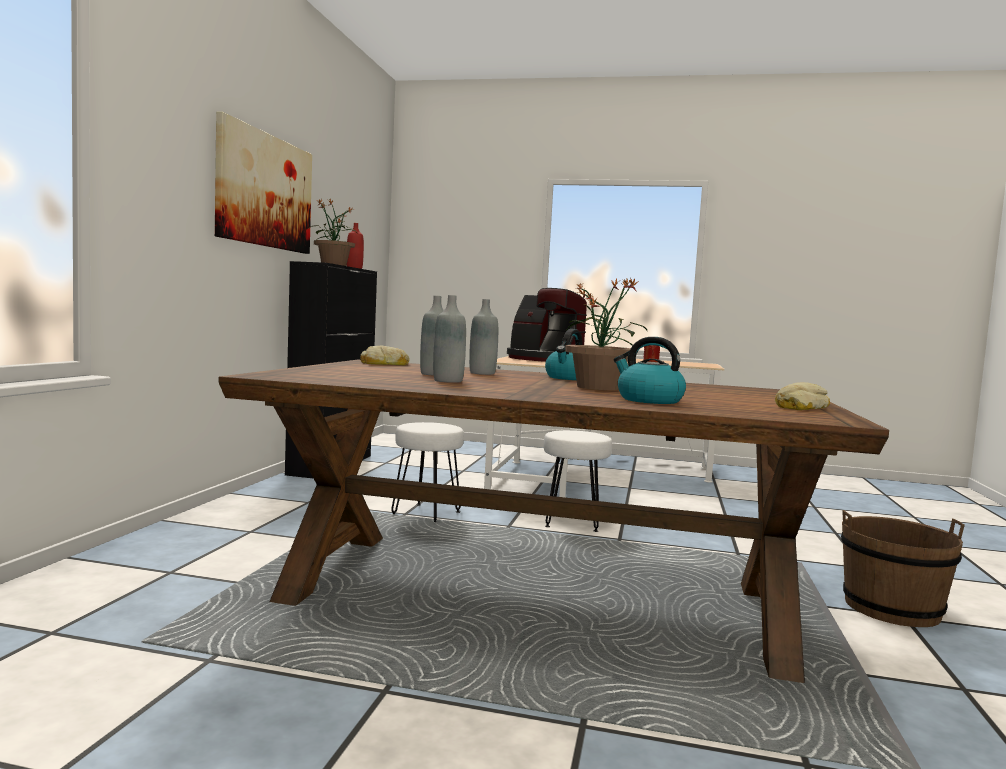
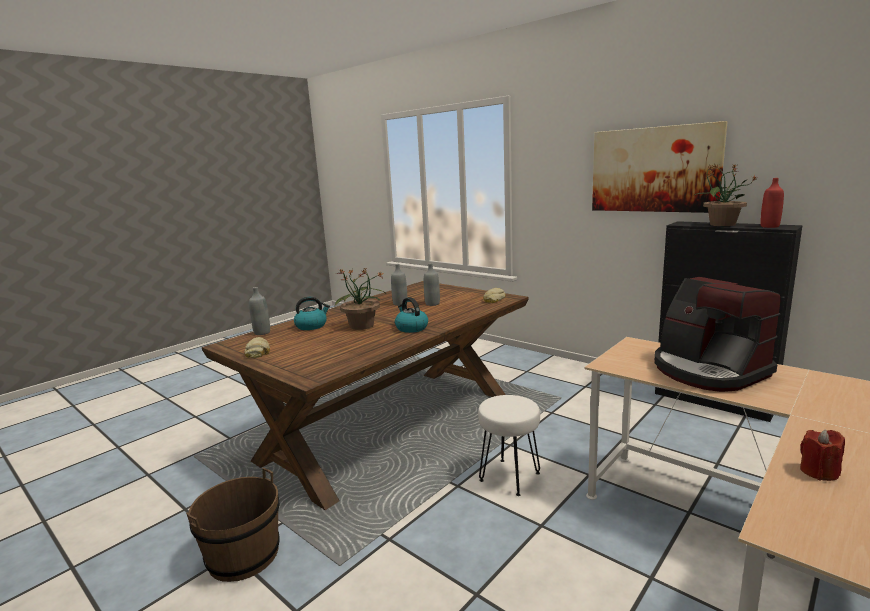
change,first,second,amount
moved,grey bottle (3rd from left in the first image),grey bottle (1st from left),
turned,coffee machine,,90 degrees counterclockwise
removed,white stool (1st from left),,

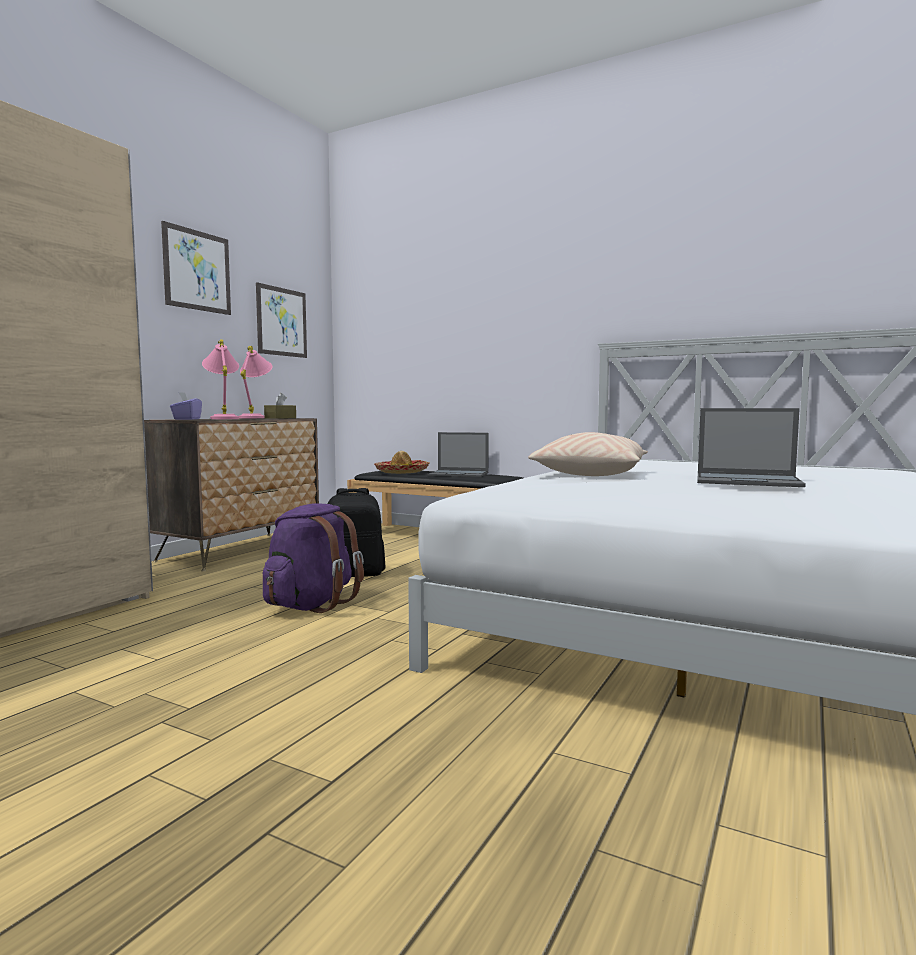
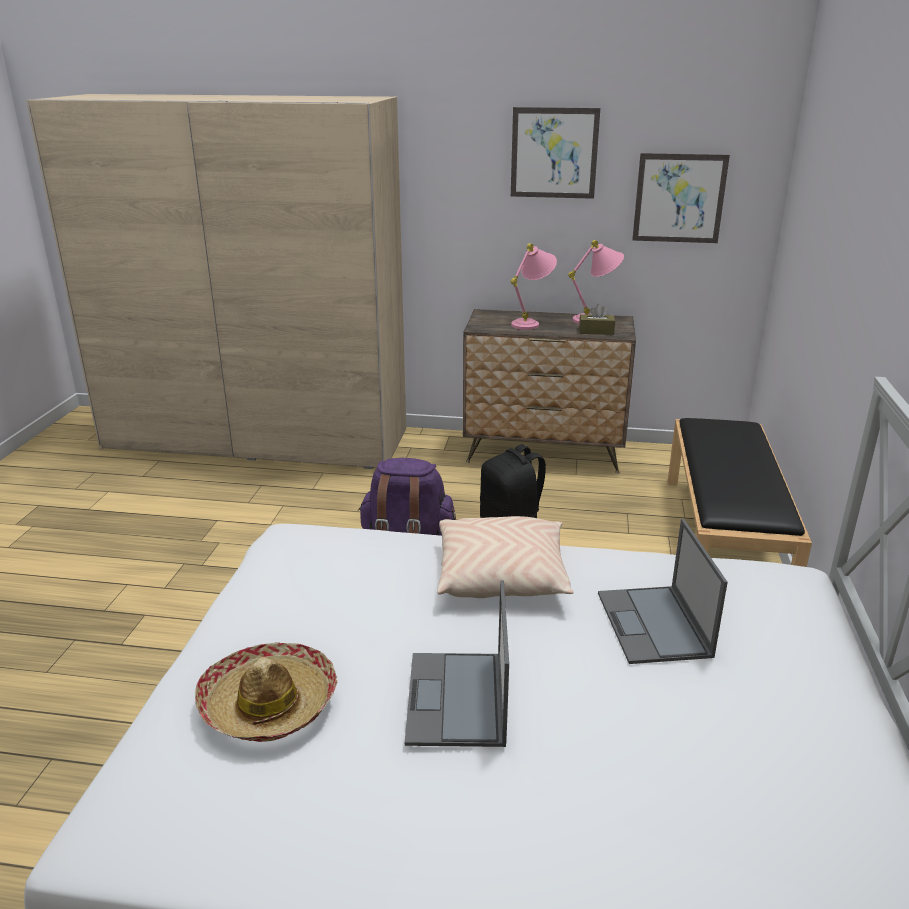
change,first,second,amount
moved,hat,,
moved,laptop (1st from left in the first image),laptop (2nd from left),
removed,purple tissue box,,

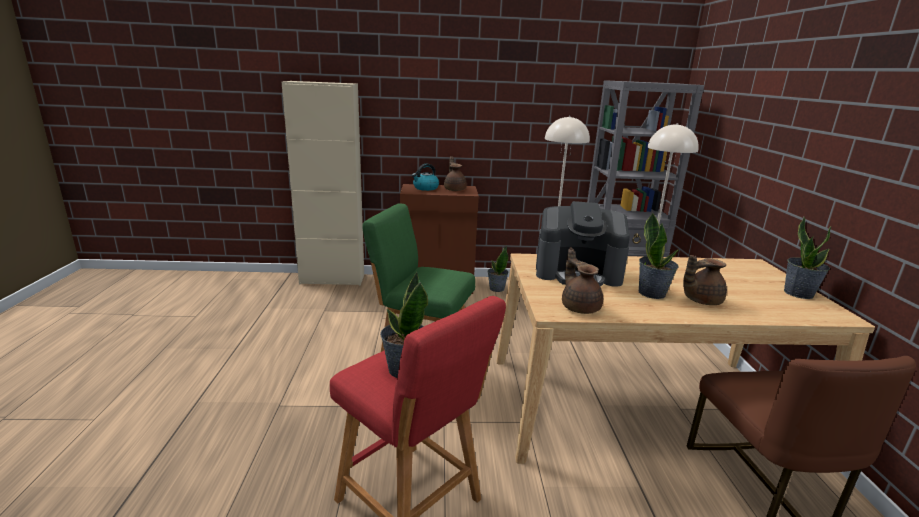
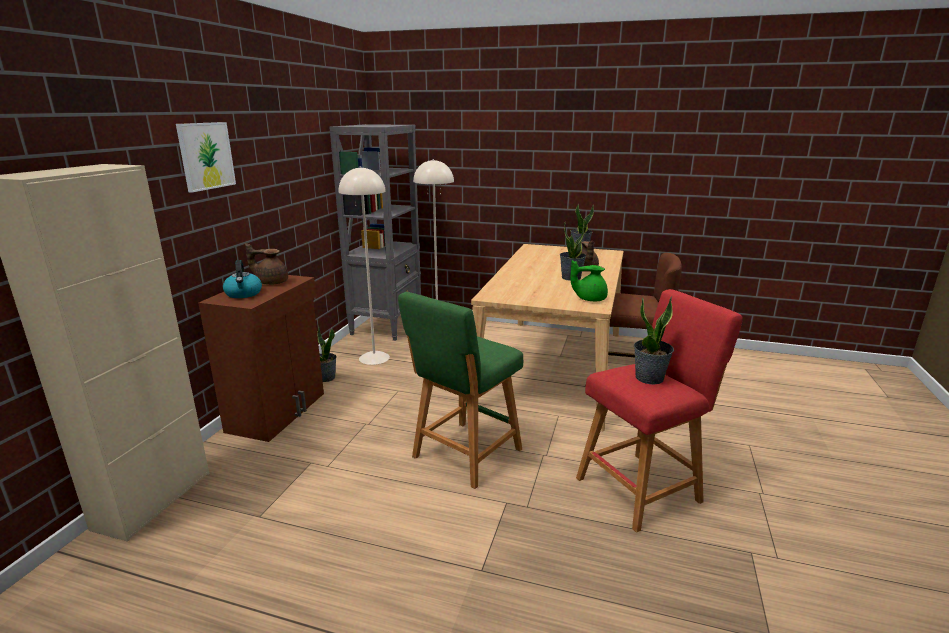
change,first,second,amount
added,,picture,
recoloured,brown teapot (2nd from left),green teapot,
removed,coffee machine,,

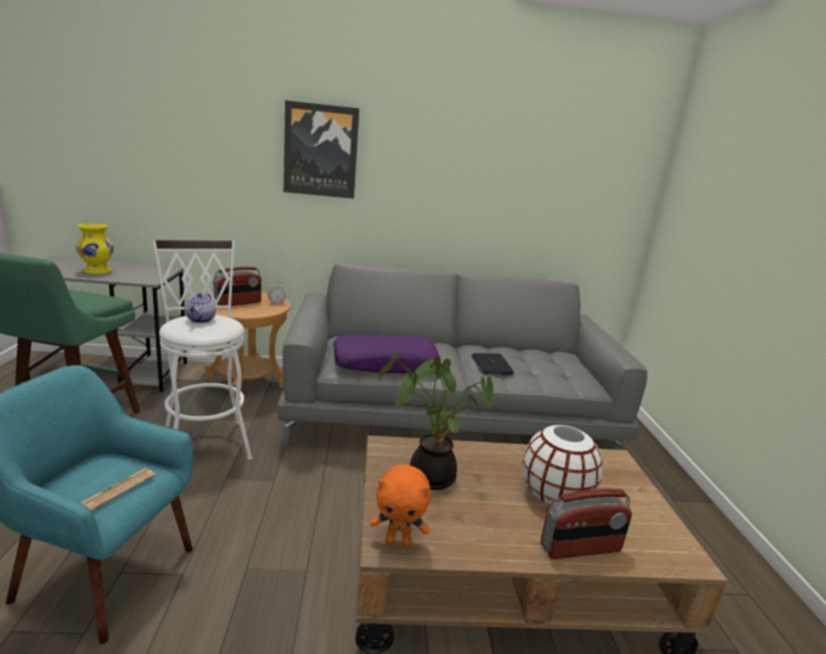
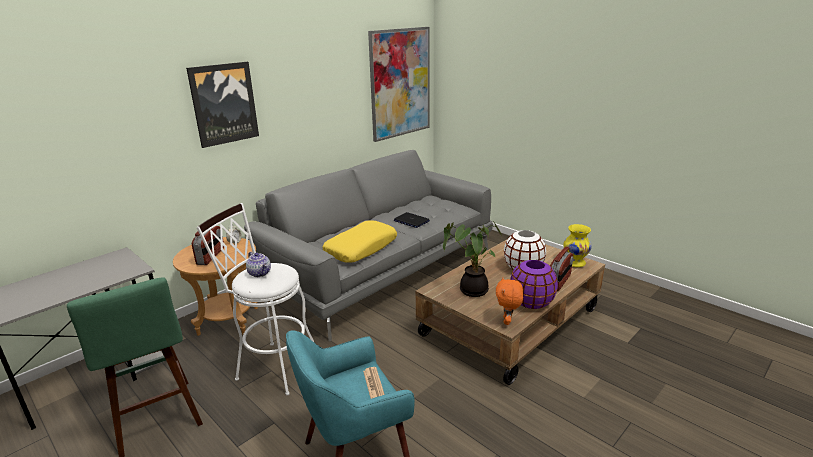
change,first,second,amount
recoloured,purple pillow,yellow pillow,
added,,picture (2nd from left),
turned,orange plush toy,,135 degrees clockwise
added,,purple vase,
moved,yellow vase,,

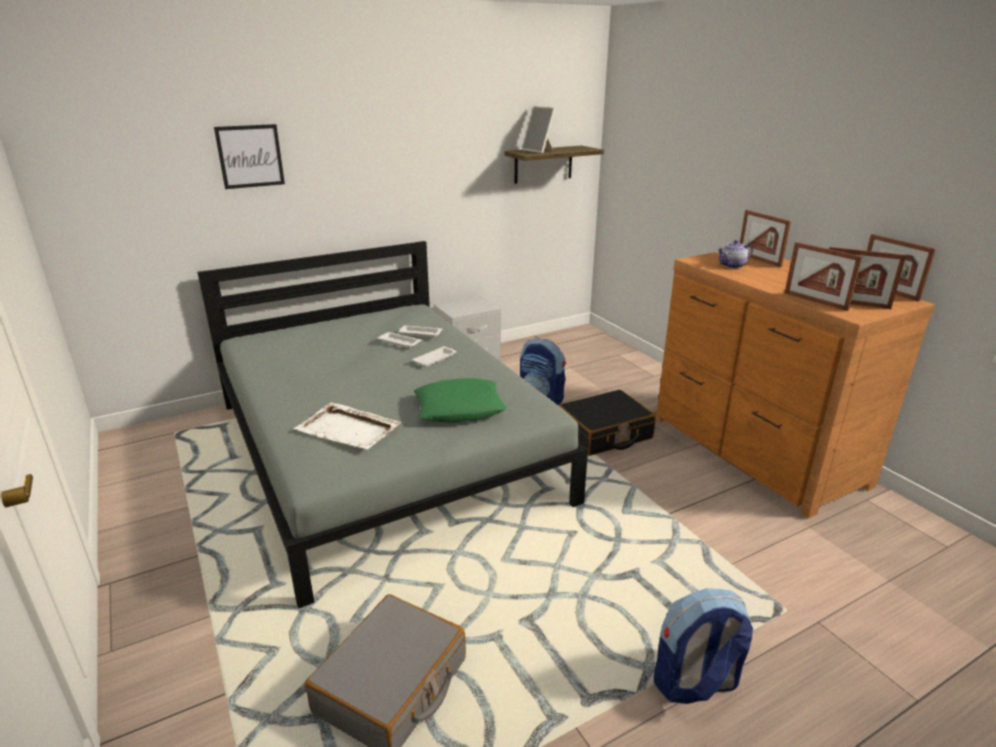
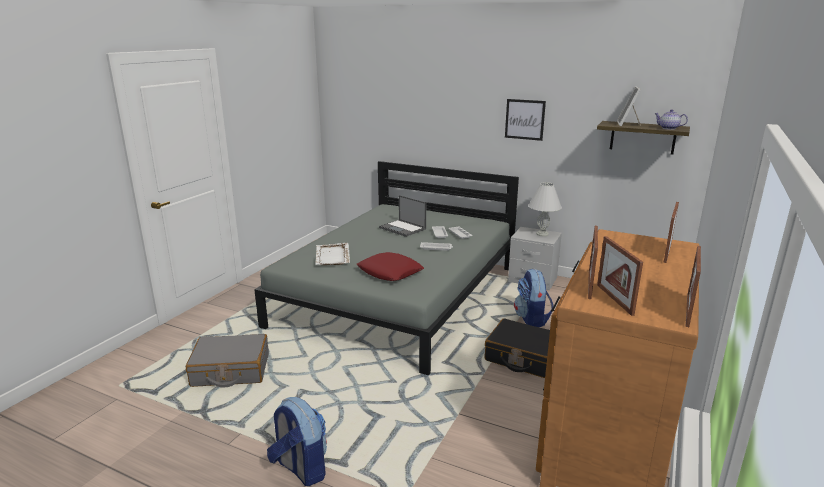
change,first,second,amount
recoloured,green pillow,red pillow,
added,,laptop,
moved,picture,,
added,,white table lamp,
moved,teapot,,

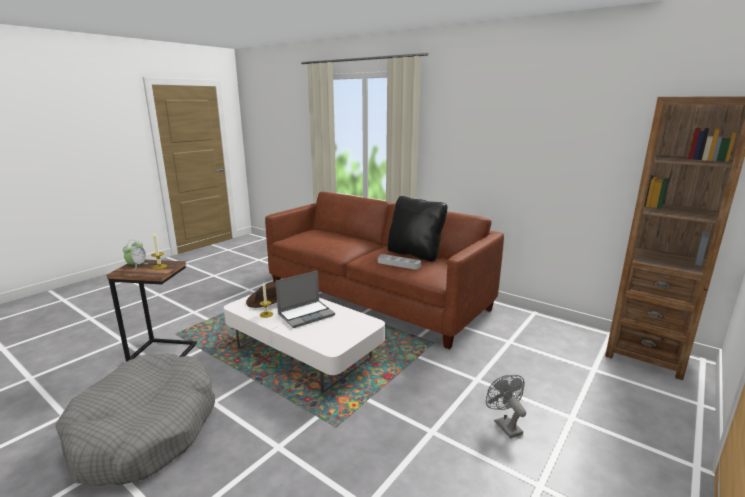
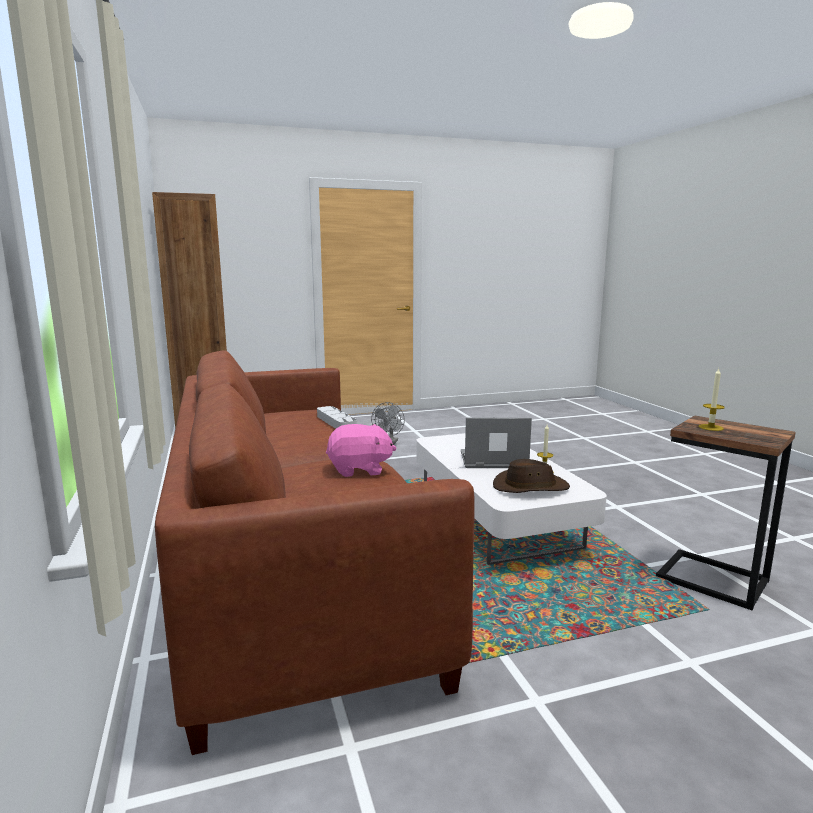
change,first,second,amount
added,,pink plush toy,
removed,grey dog bed,,
removed,alarm clock,,
removed,black pillow,,

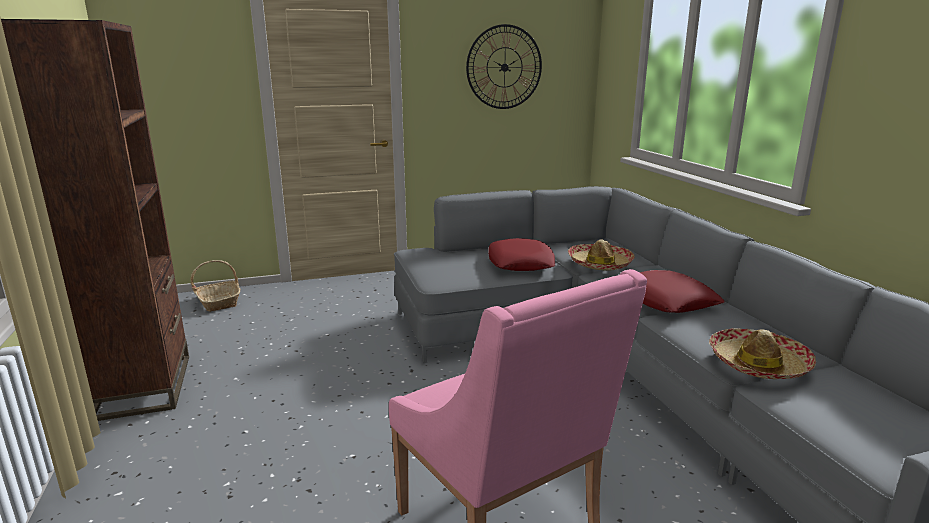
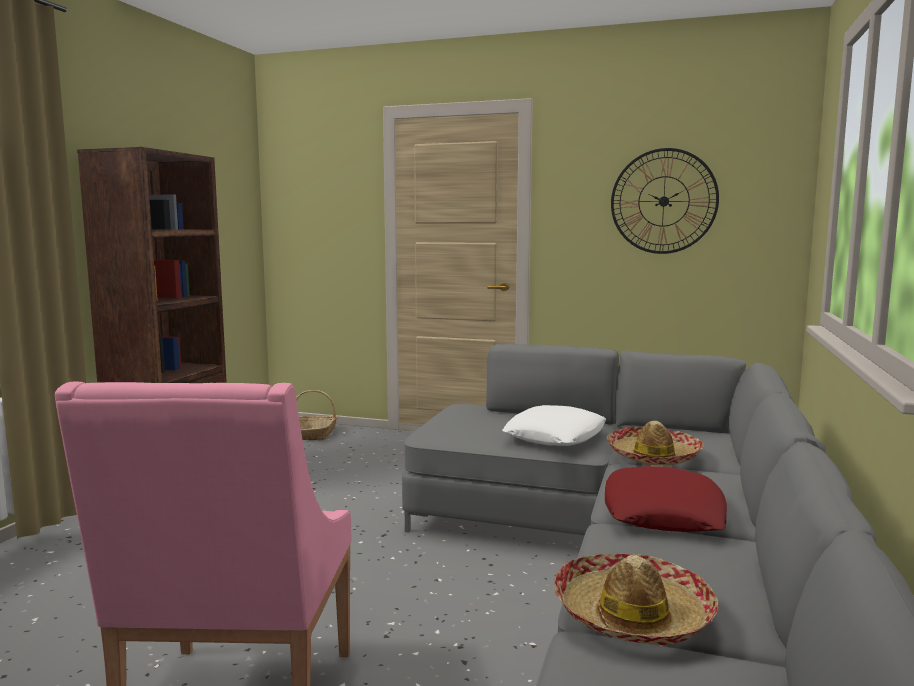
change,first,second,amount
recoloured,red pillow (1st from left),white pillow,

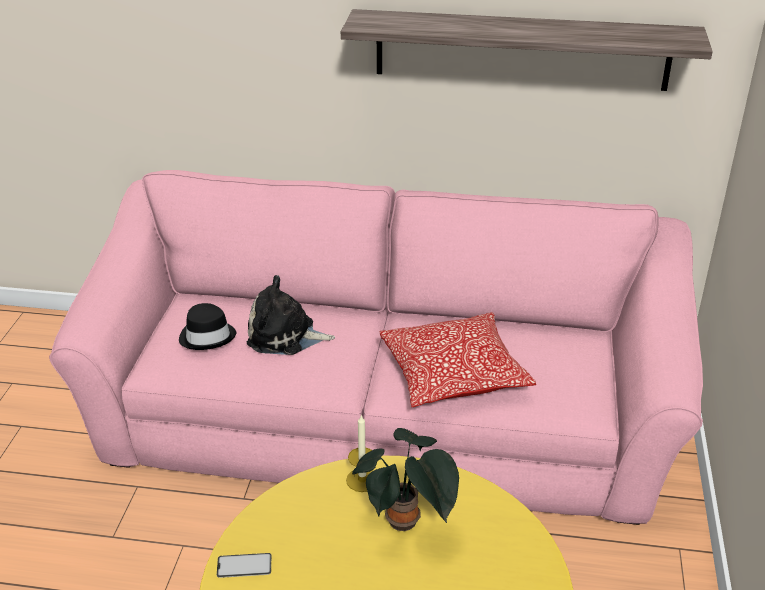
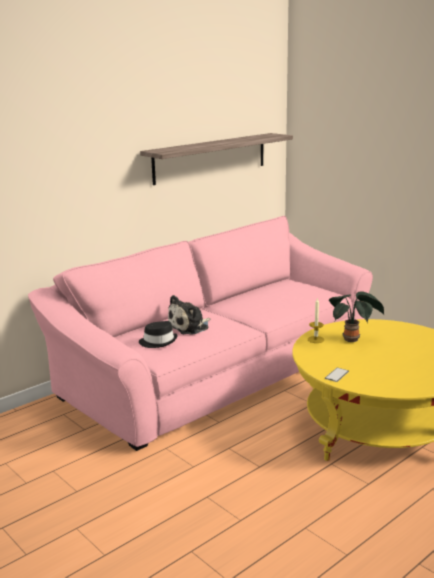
change,first,second,amount
removed,pillow,,

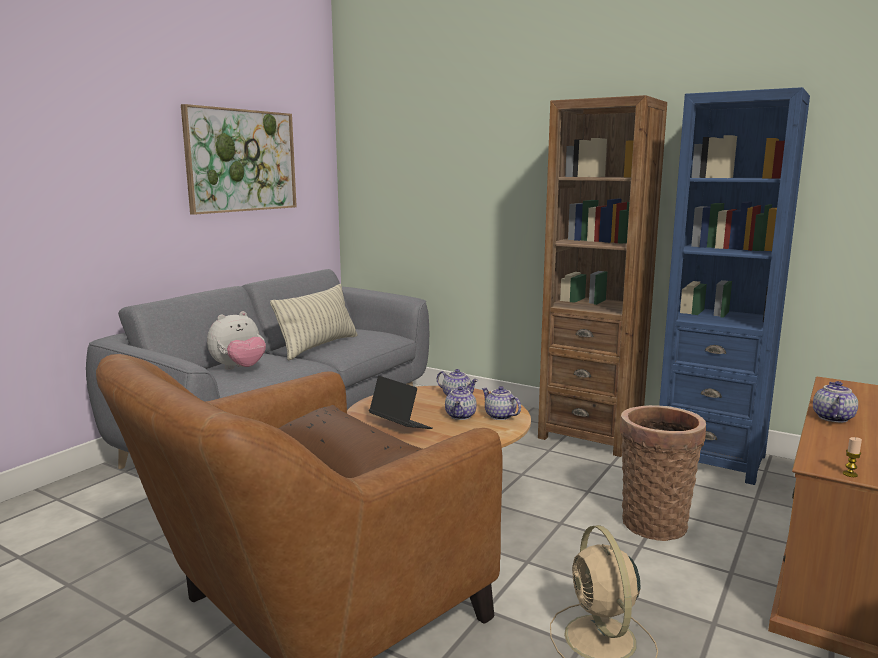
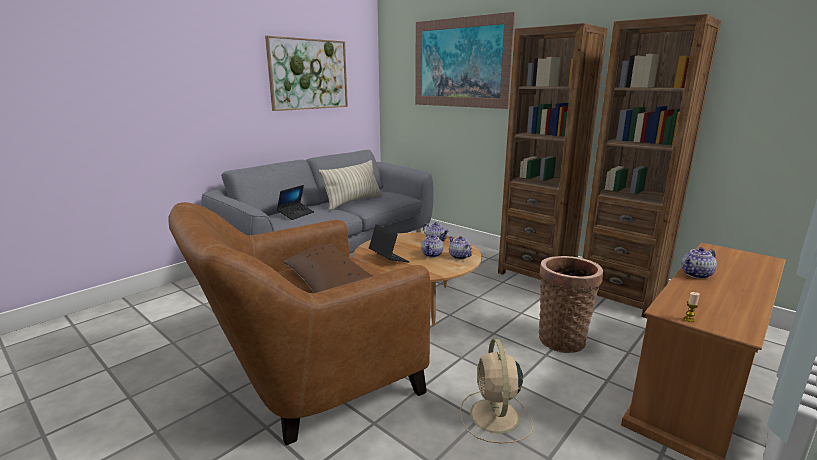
change,first,second,amount
replaced,plush toy,laptop (1st from left),
added,,picture (2nd from left),
recoloured,blue bookcase,brown bookcase (2nd from left),
turned,teapot (4th from left),,150 degrees counterclockwise

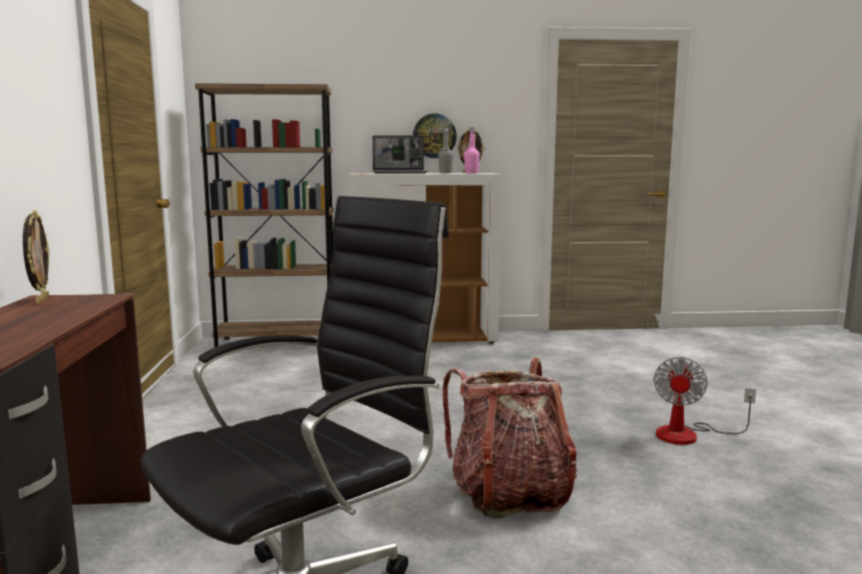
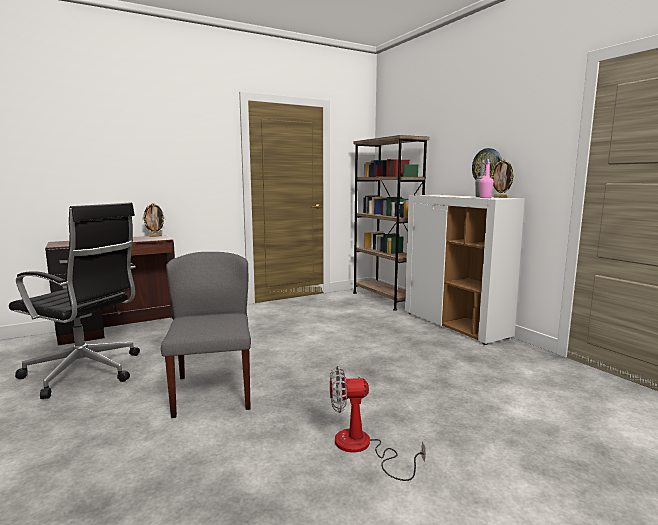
change,first,second,amount
replaced,backpack,grey chair,
removed,laptop,,

